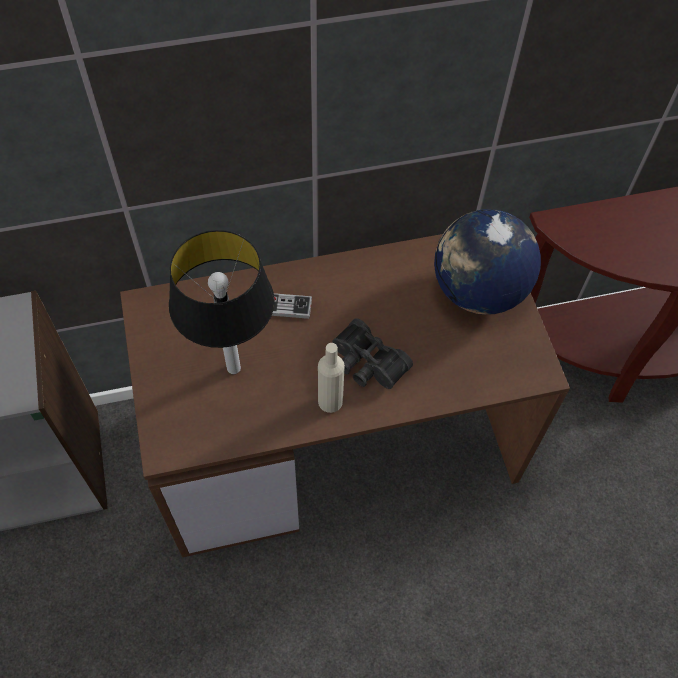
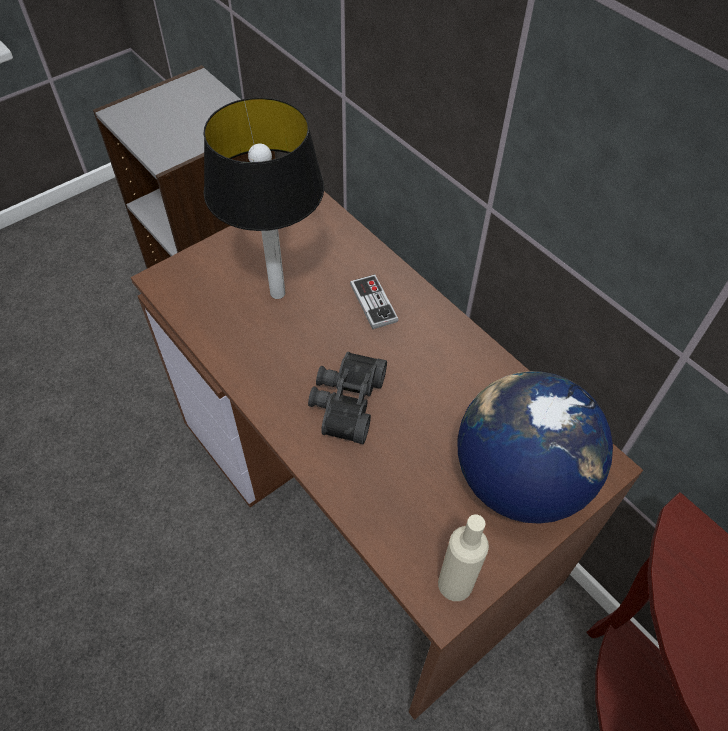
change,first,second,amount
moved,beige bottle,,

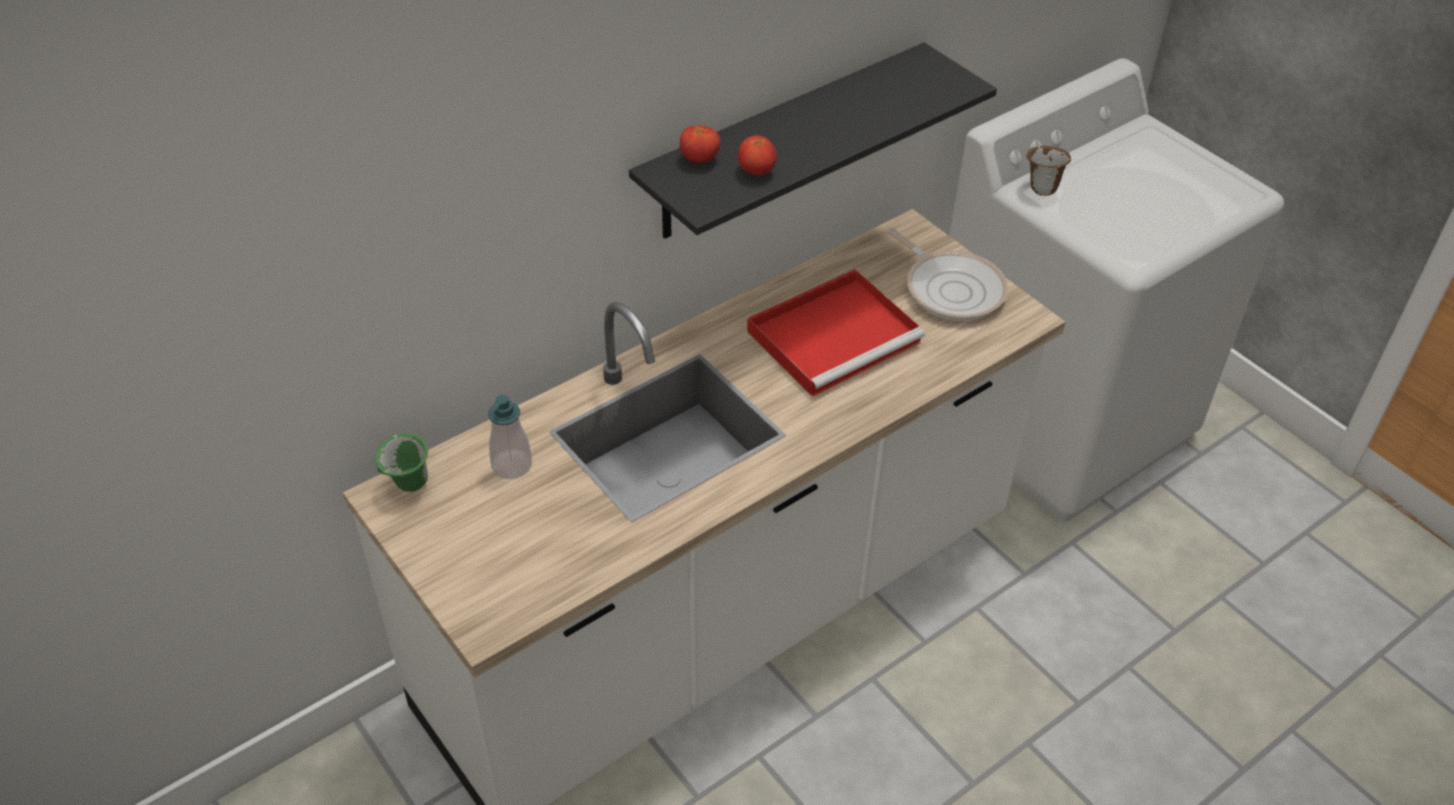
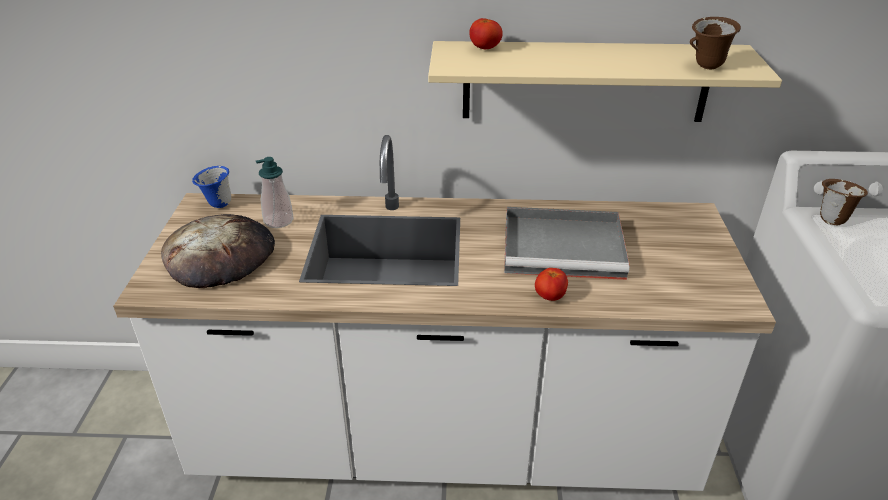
change,first,second,amount
added,,bread,
recoloured,green mug,blue mug,
recoloured,black shelf,beige shelf,
recoloured,red tray,grey tray,
moved,tomato (2nd from left),,
added,,brown mug (1st from left),
removed,frying pan,,

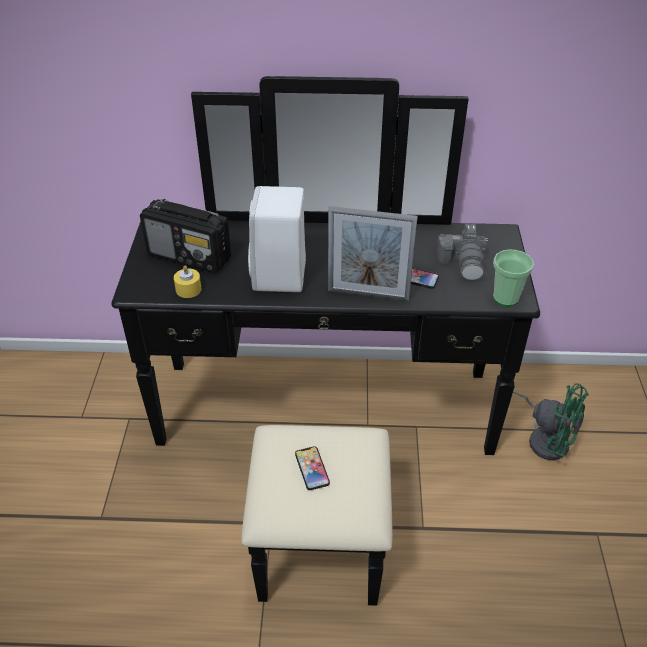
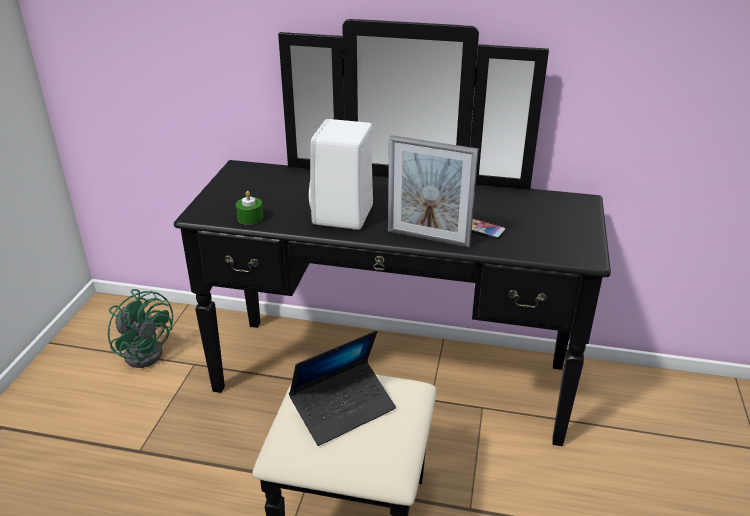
change,first,second,amount
moved,green fan,,
recoloured,yellow candle,green candle,
replaced,phone (1st from left),laptop,
removed,radio,,
removed,photo camera,,
removed,cup,,

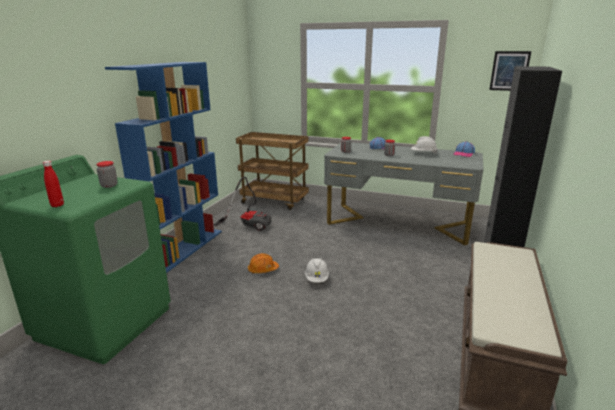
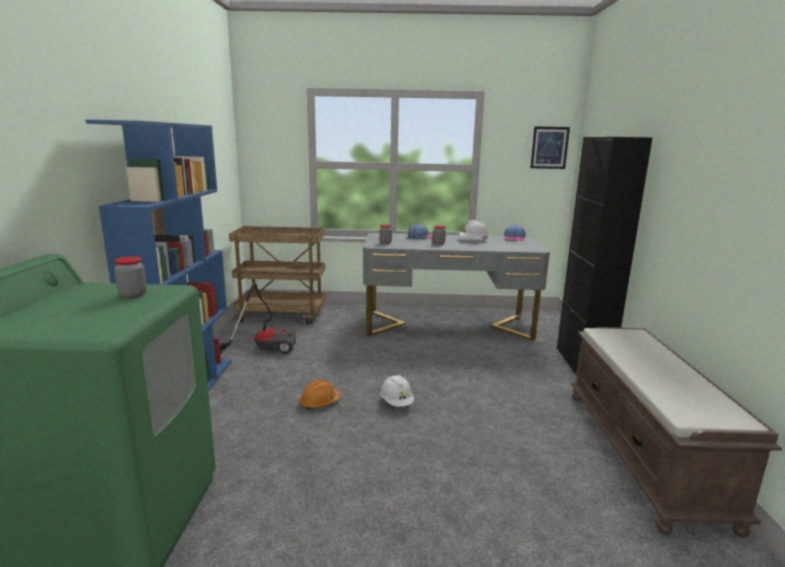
change,first,second,amount
removed,red bottle,,

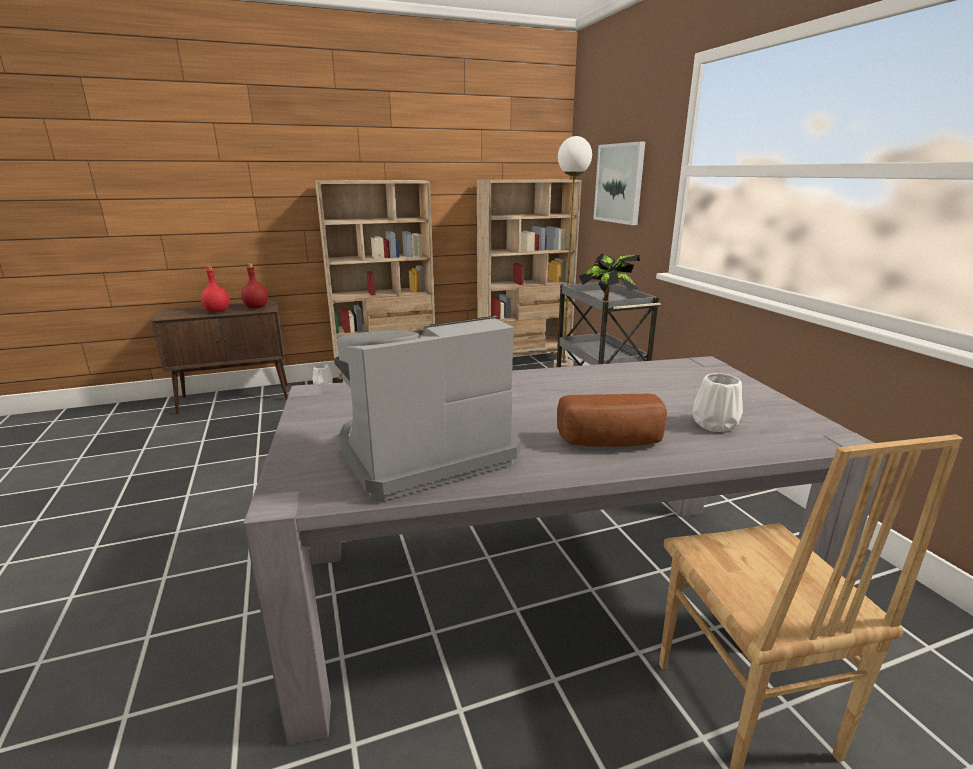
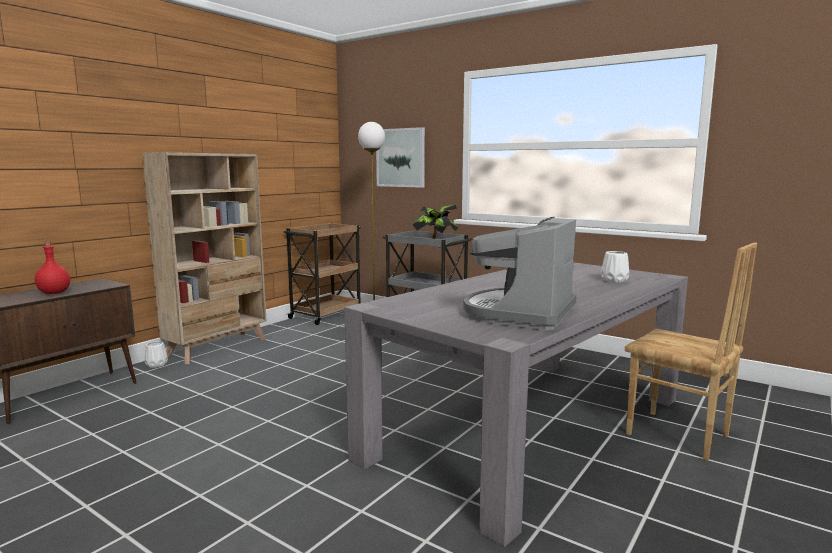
change,first,second,amount
replaced,beige bookcase (2nd from left),brown cart,
removed,red bottle (2nd from left),,
removed,bread,,

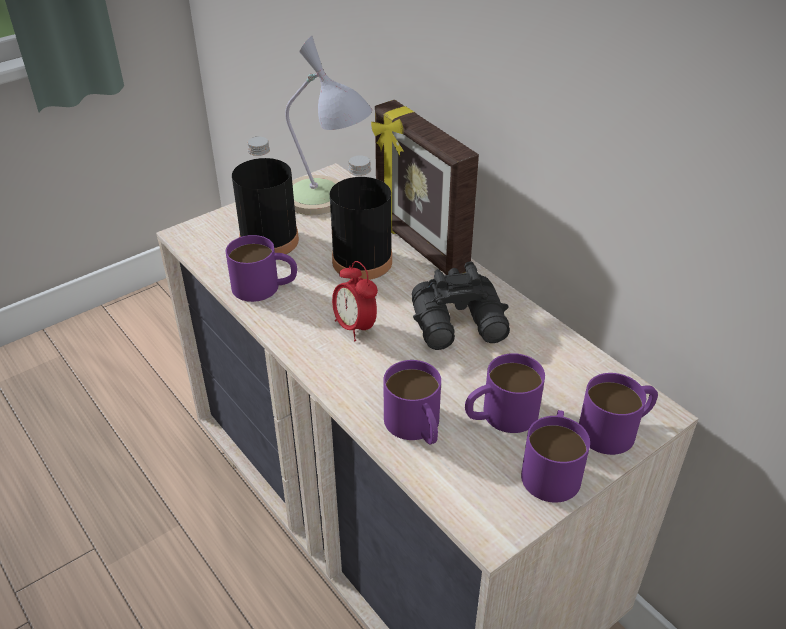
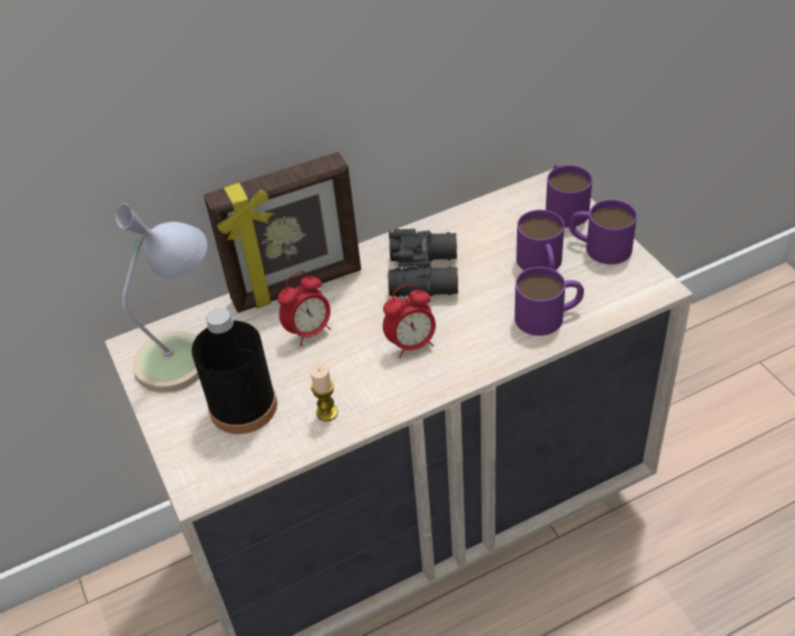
change,first,second,amount
replaced,black bottle (2nd from left),alarm clock (1st from left),
replaced,purple mug (1st from left),candle,

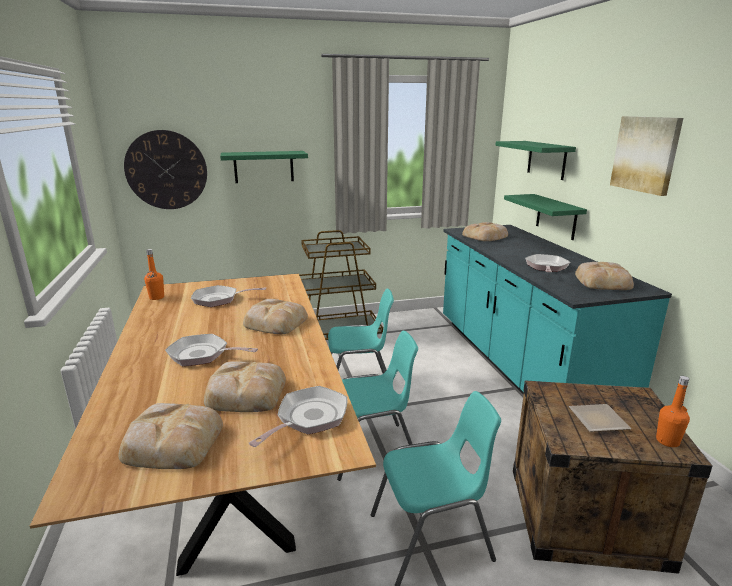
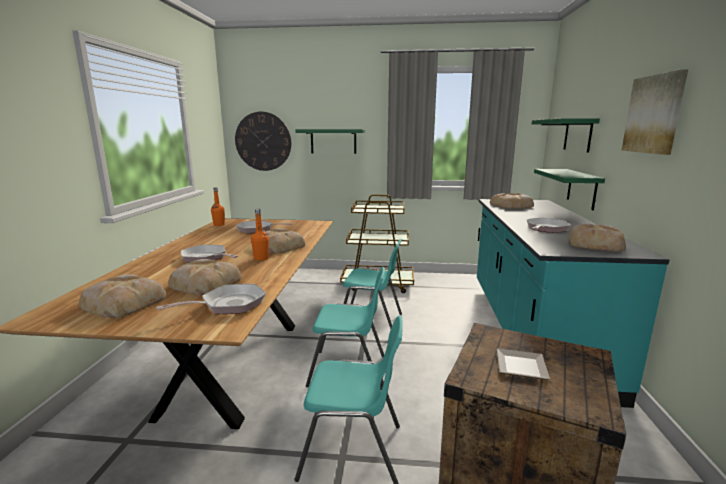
change,first,second,amount
moved,orange bottle (2nd from left),,

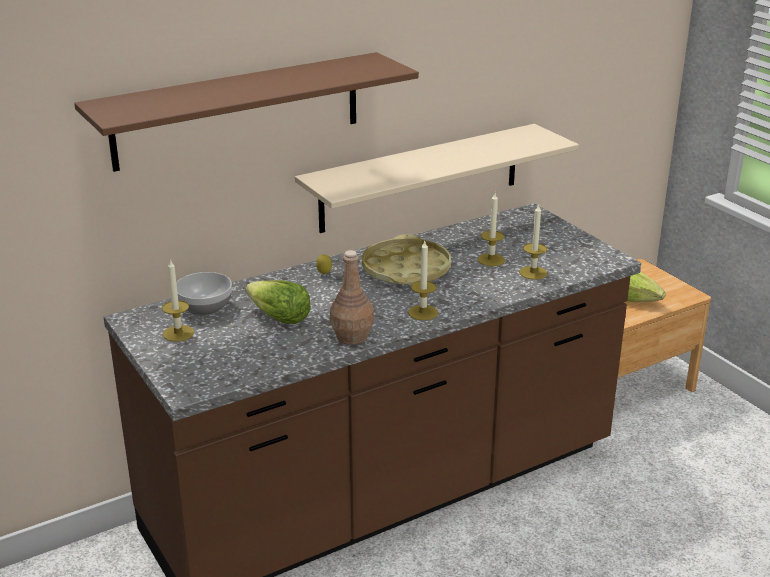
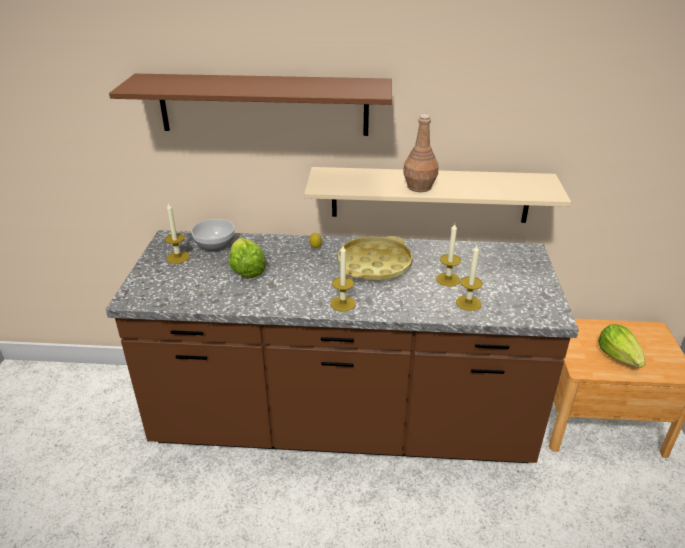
change,first,second,amount
moved,brown bottle,,

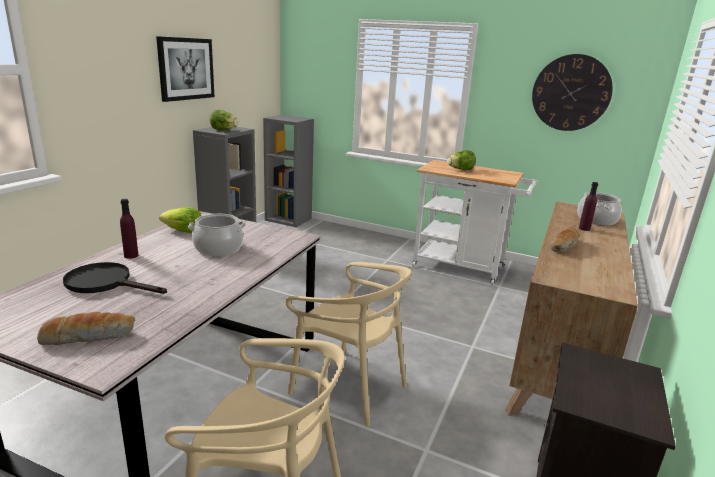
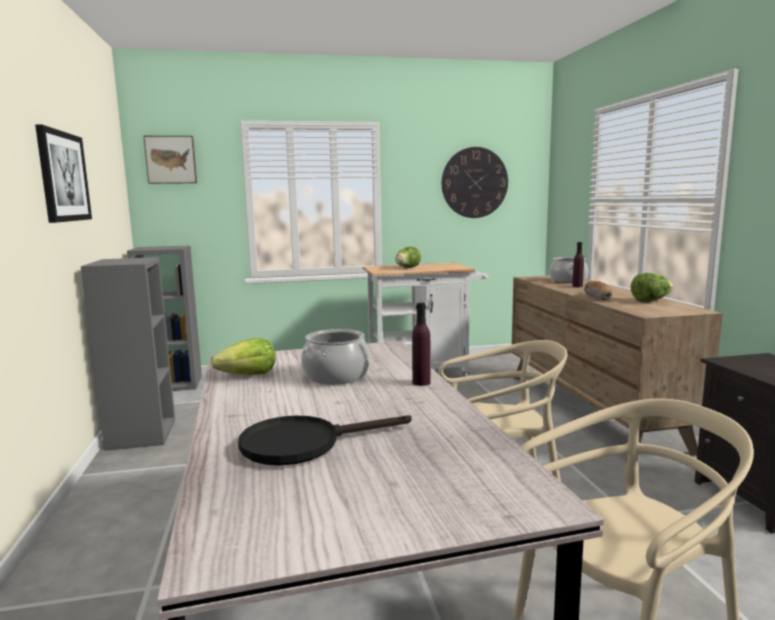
change,first,second,amount
added,,picture (2nd from left),
moved,purple bottle (1st from left),,
moved,lettuce (2nd from left in the first image),lettuce (3rd from left),
removed,bread (1st from left),,

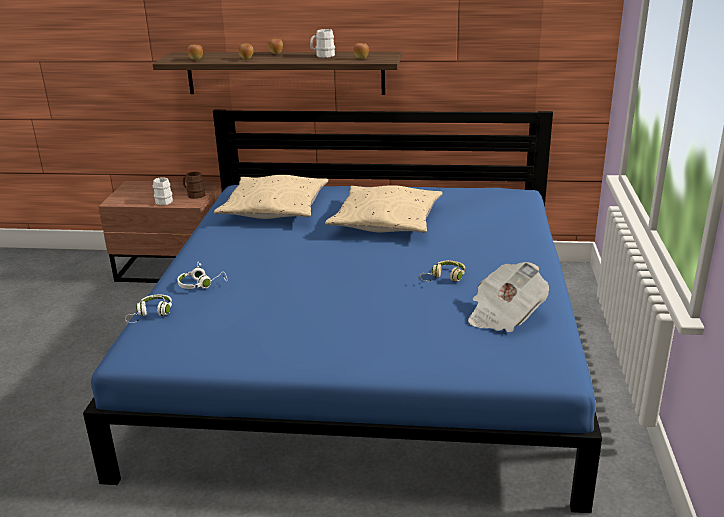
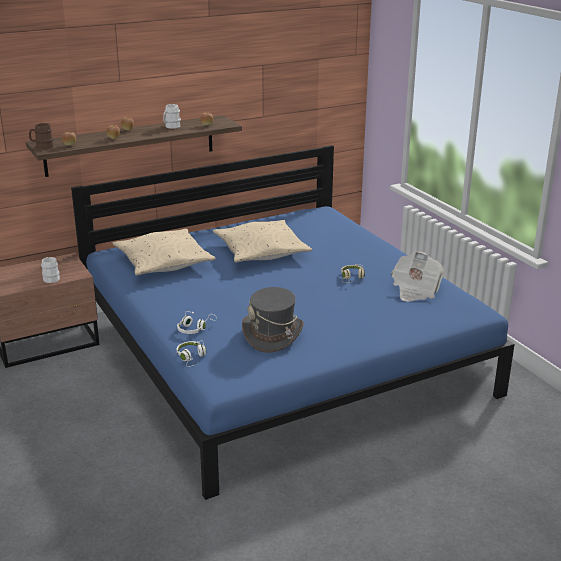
change,first,second,amount
moved,brown mug,,
added,,grey hat,

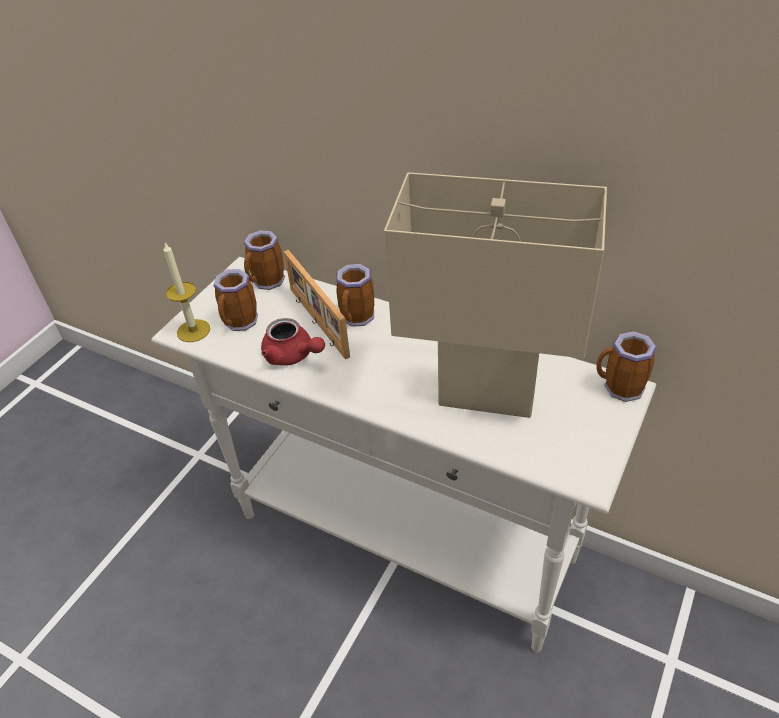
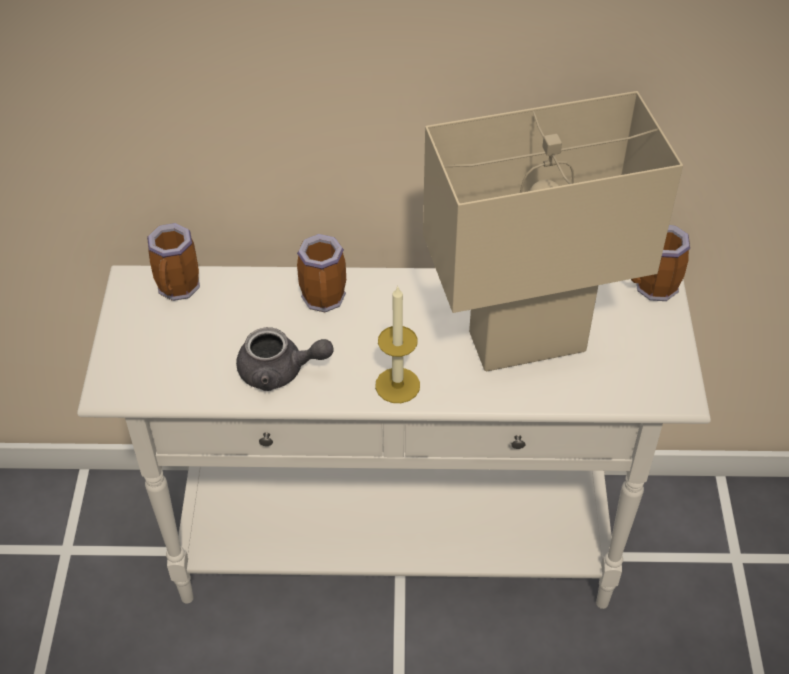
change,first,second,amount
recoloured,red teapot,grey teapot,
moved,candle,,
removed,mug (1st from left),,
removed,picture frame,,

